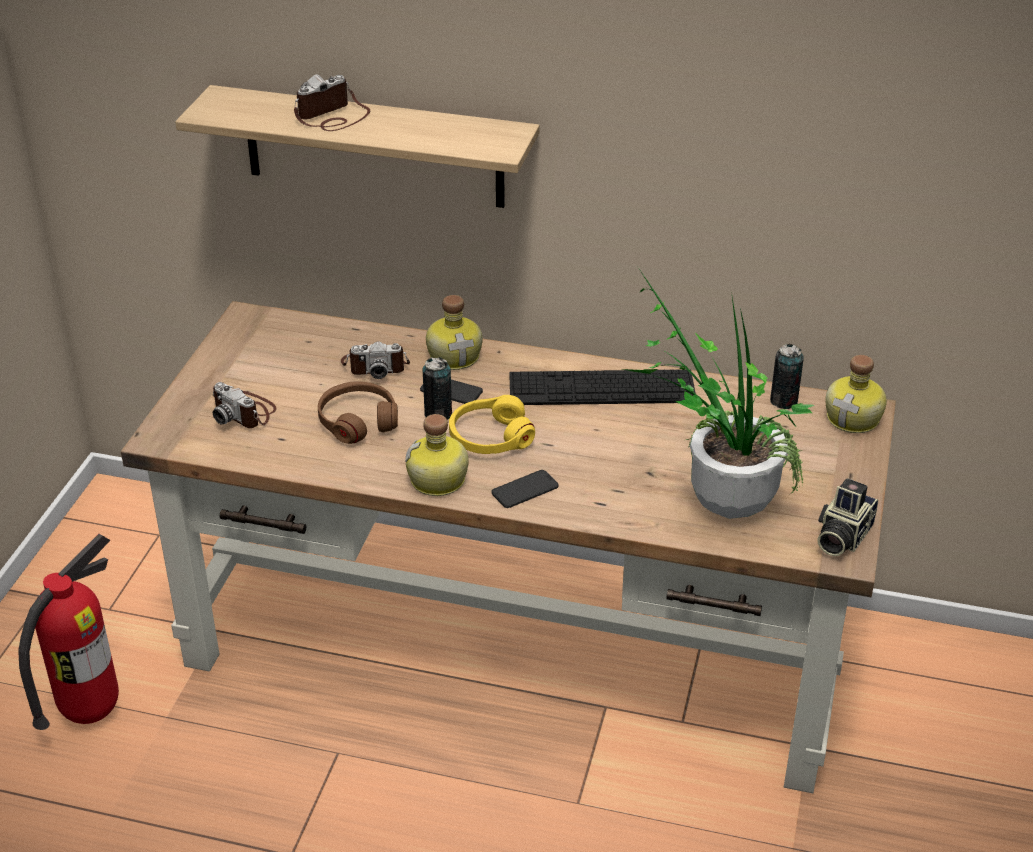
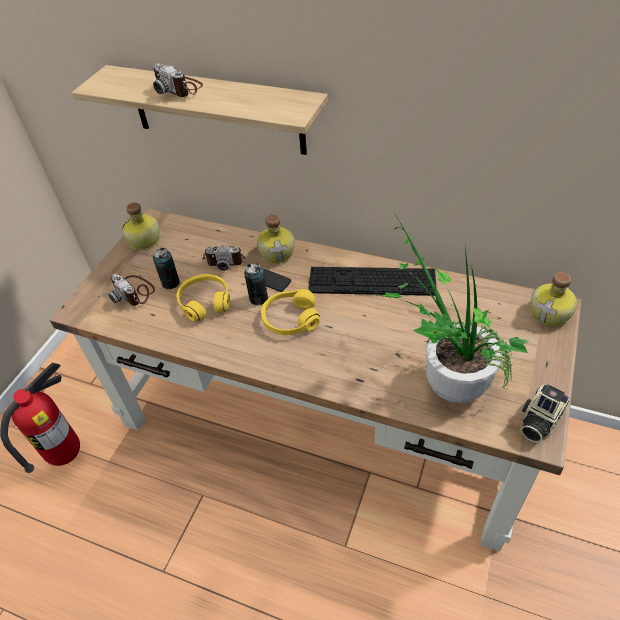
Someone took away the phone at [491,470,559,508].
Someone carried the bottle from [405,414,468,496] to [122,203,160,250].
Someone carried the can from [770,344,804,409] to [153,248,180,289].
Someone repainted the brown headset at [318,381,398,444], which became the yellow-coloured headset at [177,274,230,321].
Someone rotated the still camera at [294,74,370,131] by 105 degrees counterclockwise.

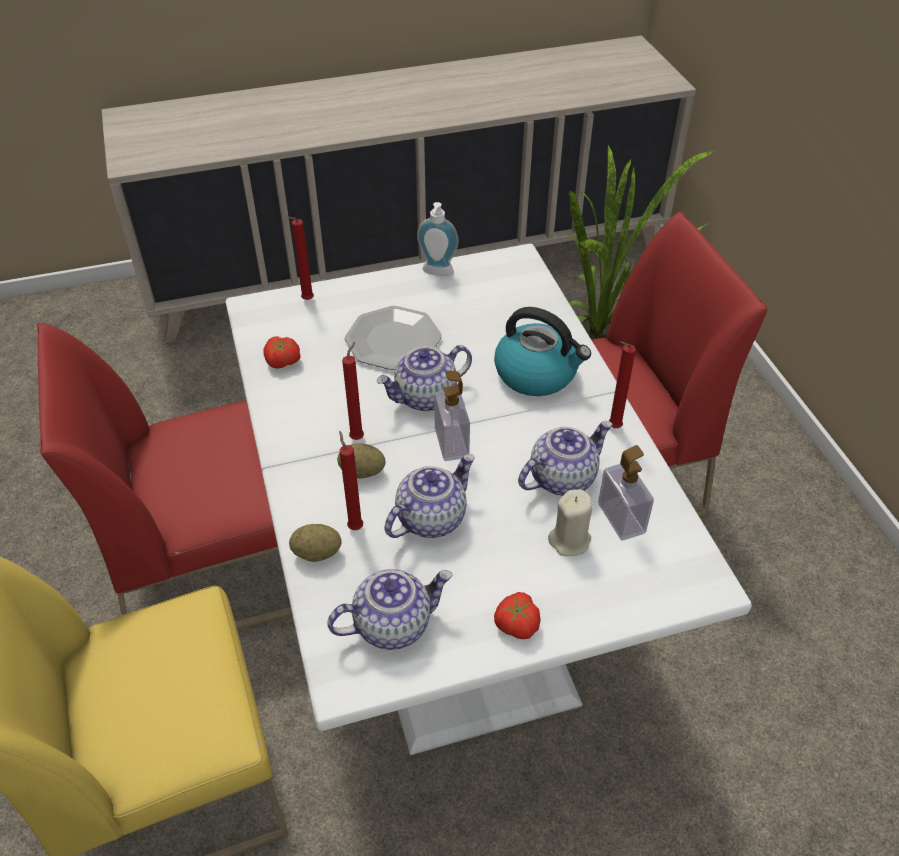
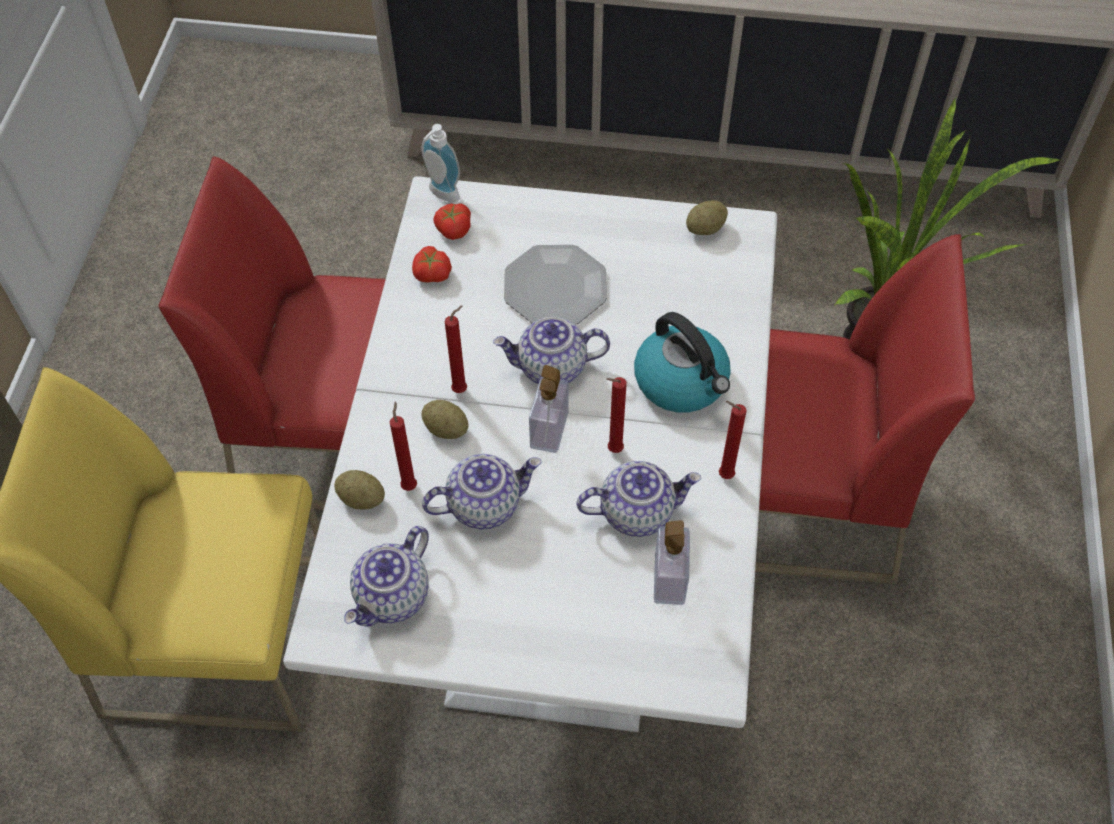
Someone took away the beige wax light at [548,489,593,556].
Someone put down the whole potato at [686,200,728,235].
Someone carried the reddish wax light from [287,217,314,300] to [606,377,627,453].
Someone carried the soap dispenser from [417,202,459,276] to [422,124,460,202].
Someone carried the tomato from [494,592,541,639] to [433,203,471,240].
Someone rotated the teapot at [327,569,453,650] by 120 degrees clockwise.

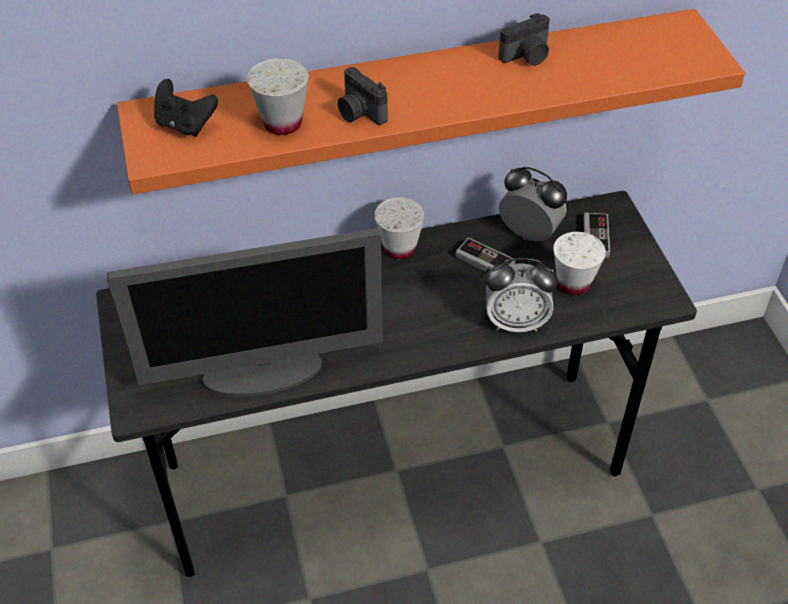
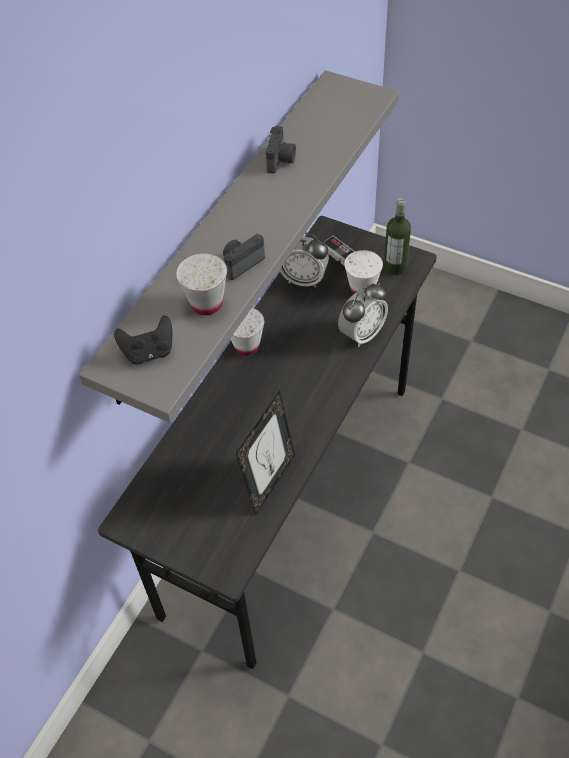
Someone took away the gamepad at [456,237,515,277].
Someone put down the bottle at [384,198,411,275].
Someone swapped the computer screen at [107,228,383,397] for the standing frame at [236,391,295,515].
Someone repainted the orange shelf at [117,9,745,195], which became the grey shelf at [79,70,399,423].
Someone rotated the still camera at [338,67,388,125] by 135 degrees clockwise.
Someone rotated the alarm clock at [499,167,567,242] by 150 degrees counterclockwise.

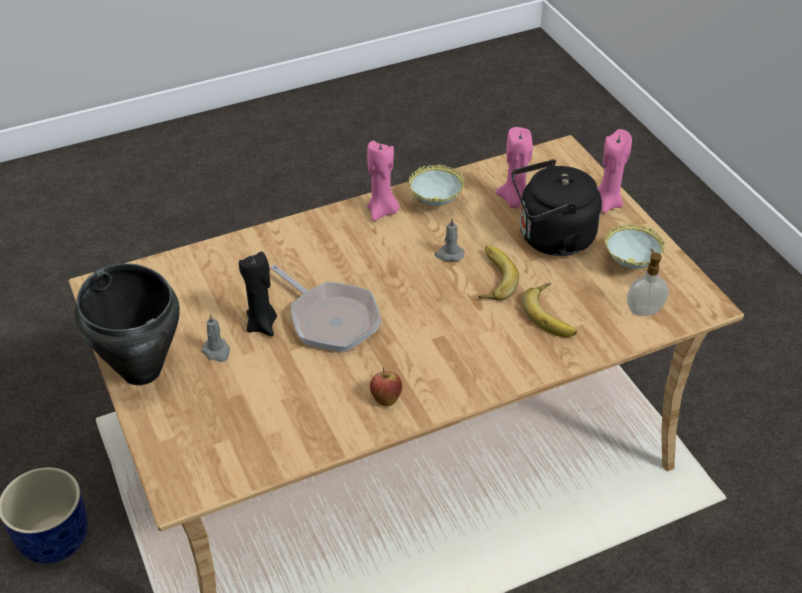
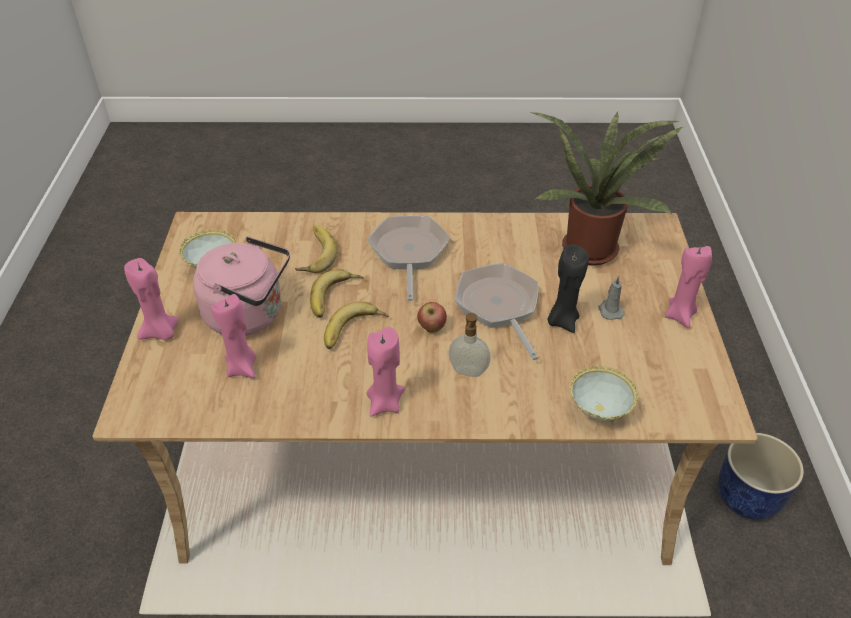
Someone put down the skillet at [367,216,450,301].
Someone put down the houseplant at [531,112,683,266].
Someone carried the apple from [370,367,402,407] to [417,302,447,333].
Someone carried the serving bowl from [409,164,465,206] to [570,365,639,421].
Someone carried the soap dispenser from [627,249,669,316] to [448,313,490,377].
Someone swapped the blackish stockpot at [75,263,180,385] for the pink-coloured wax light at [665,246,712,328].
Someone swapped the grey wax light at [435,218,464,261] for the banana at [324,301,389,349].
Someone repainted the blackish tea kettle at [512,159,602,256], which became the pink-coloured tea kettle at [193,236,290,336].

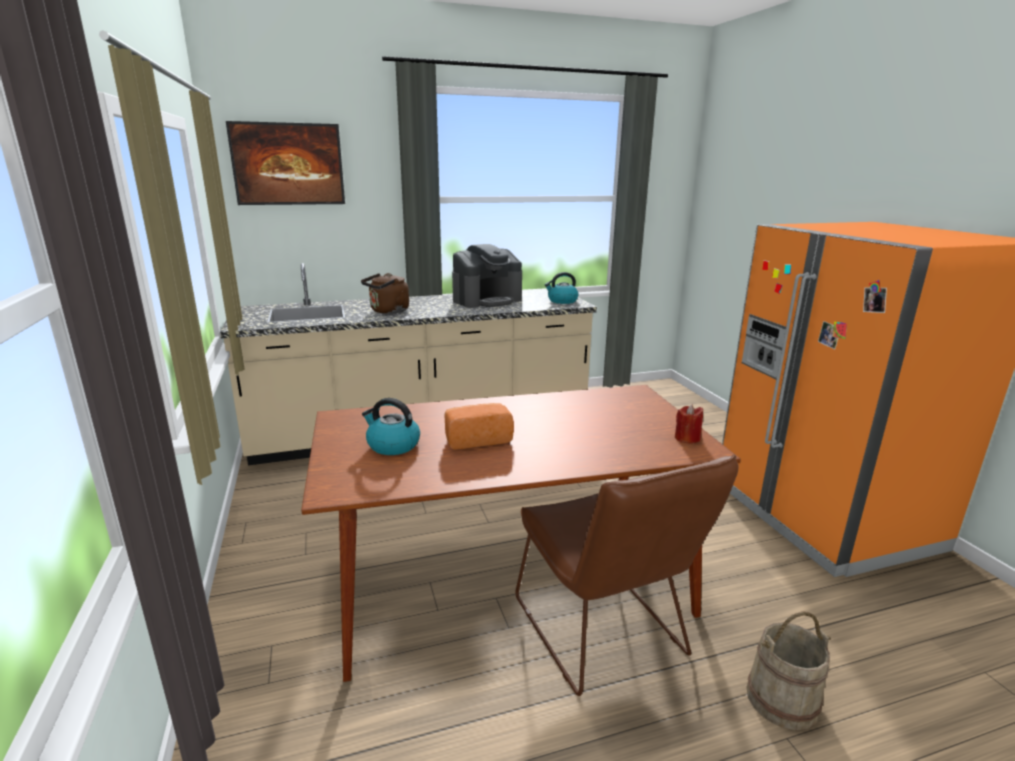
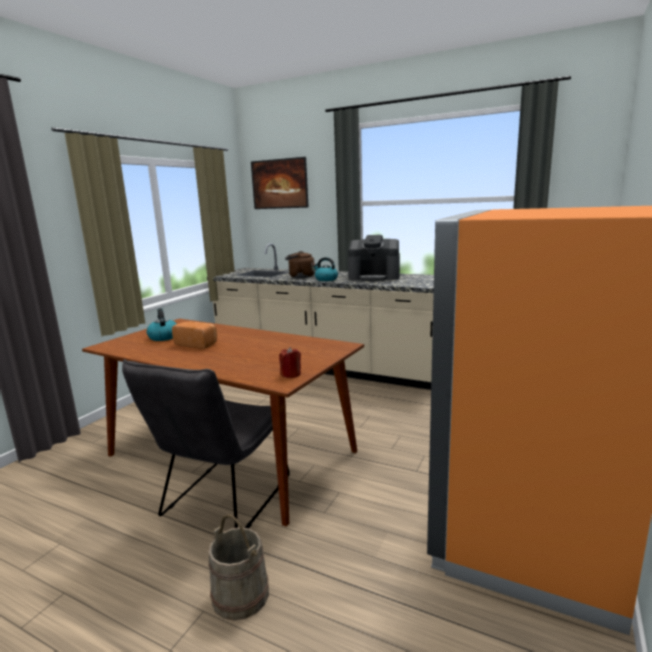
Someone carried the tea kettle from [544,272,579,304] to [313,257,338,281].
Someone repainted the brown upright chair at [515,454,738,696], which became the grey upright chair at [122,359,290,528].

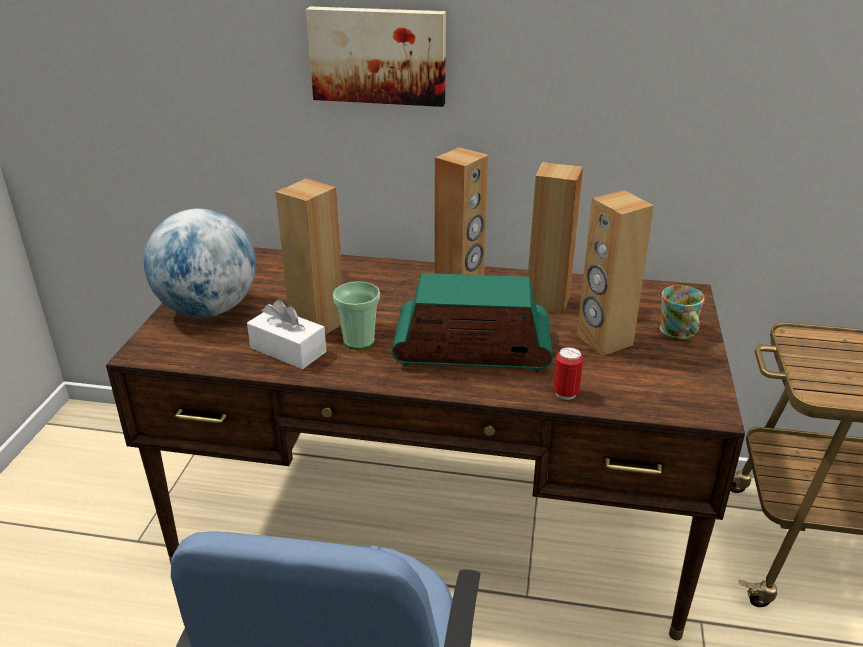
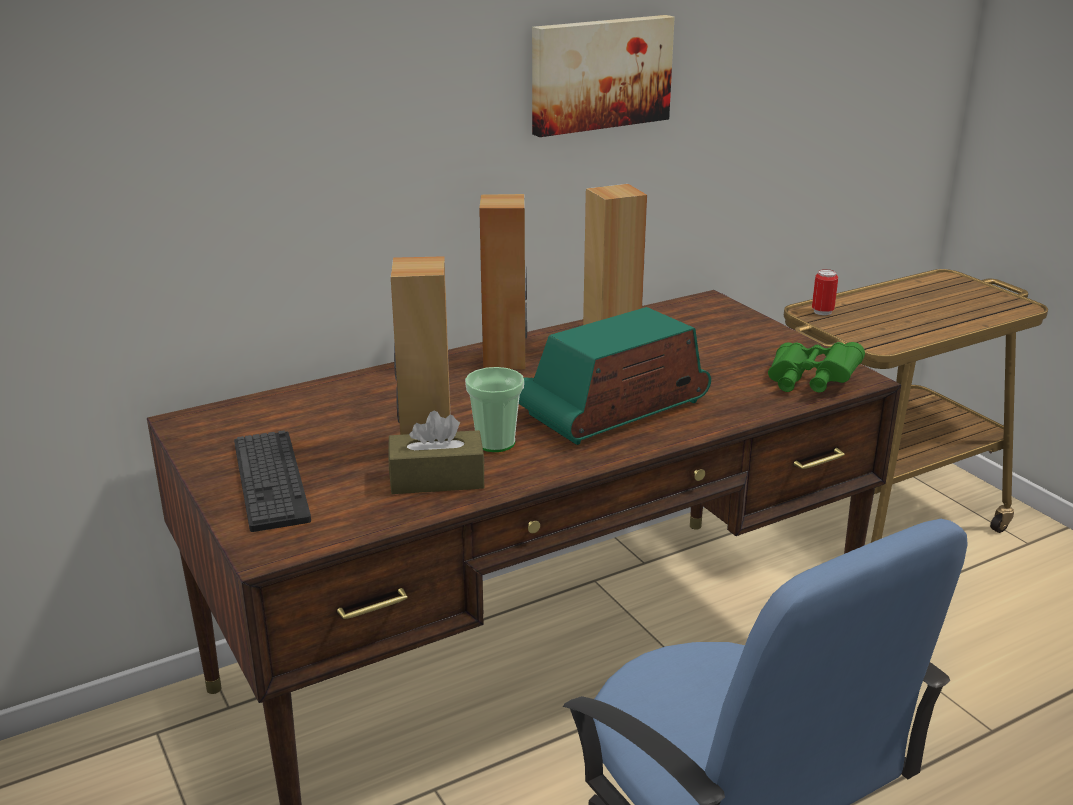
Someone took away the brown audio speaker at [577,190,654,356].
Someone took away the tea mug at [660,285,705,340].
Someone put down the green-coloured binoculars at [768,342,865,393].
Someone carried the wall picture from [306,6,446,107] to [532,15,675,137].
Someone carried the can from [553,347,583,400] to [812,269,838,315].
Someone swapped the globe at [144,208,256,317] for the PC keyboard at [234,430,311,532].
Someone repainted the white box of tissues at [247,299,327,369], which became the brown box of tissues at [388,411,485,494].

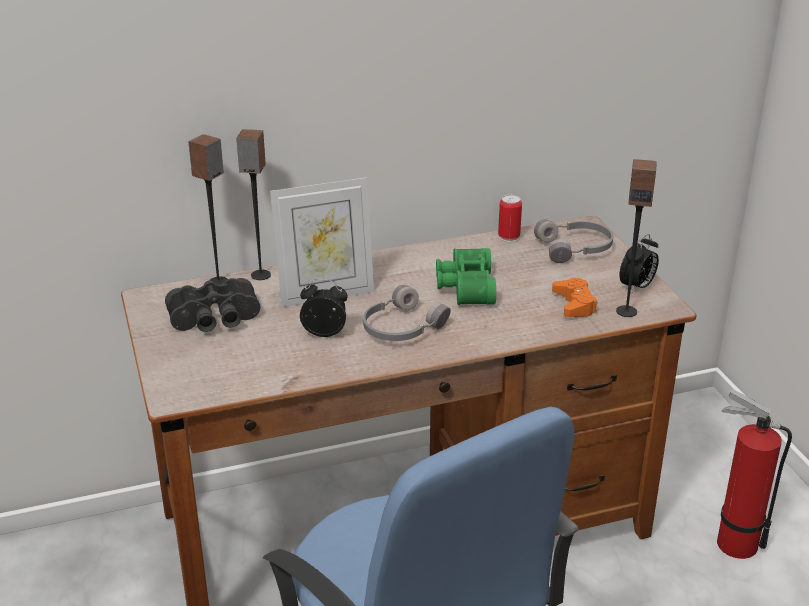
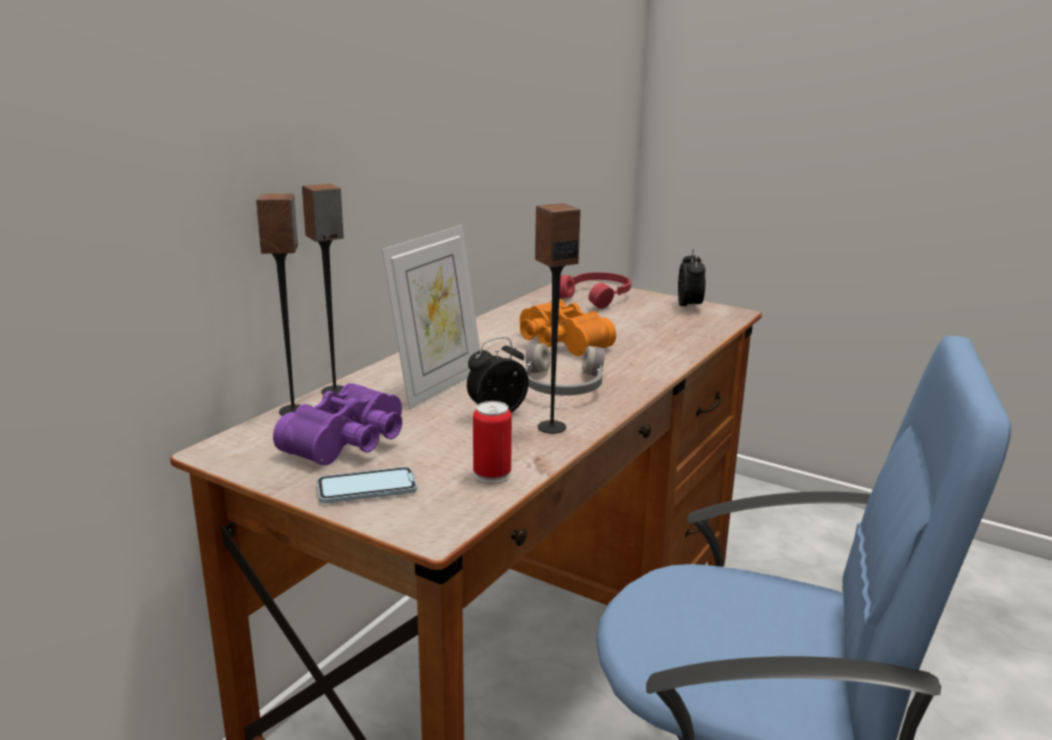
Someone took away the orange gamepad at [552,278,597,317].
Someone took away the fire extinguisher at [717,389,792,559].
Someone put down the phone at [317,467,417,503].
Someone carried the can from [498,195,522,242] to [473,401,512,483].
Someone carried the audio speaker from [616,159,657,317] to [535,203,580,434].
Someone repainted the blackish binoculars at [165,278,260,332], which became the purplish binoculars at [273,383,402,466].
Someone repainted the green-coloured binoculars at [436,248,496,305], which became the orange binoculars at [520,299,616,356].
Someone repainted the grey headset at [534,219,613,263], which became the reddish headset at [559,272,631,309].

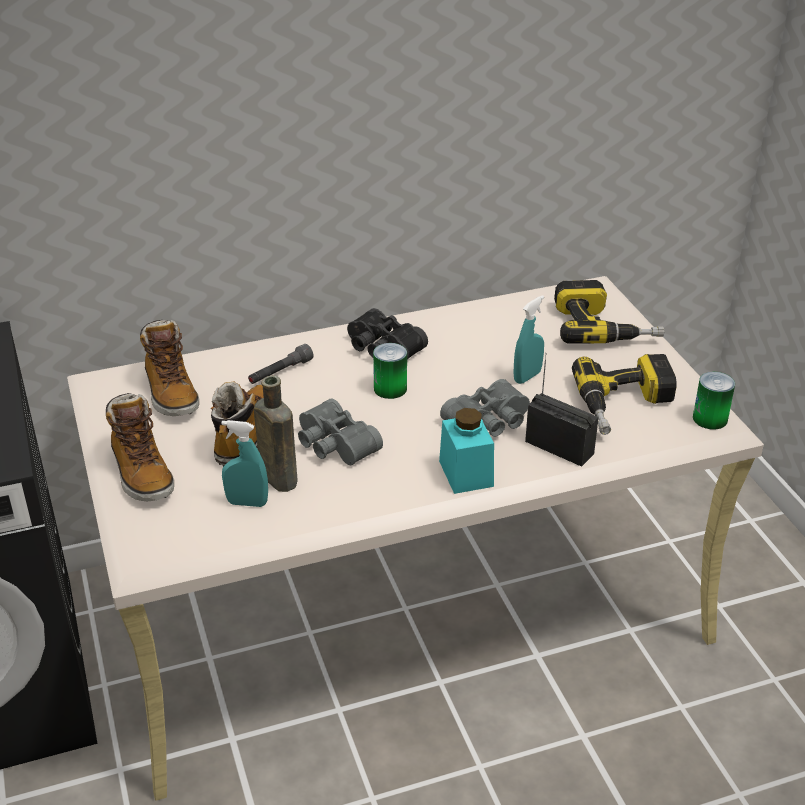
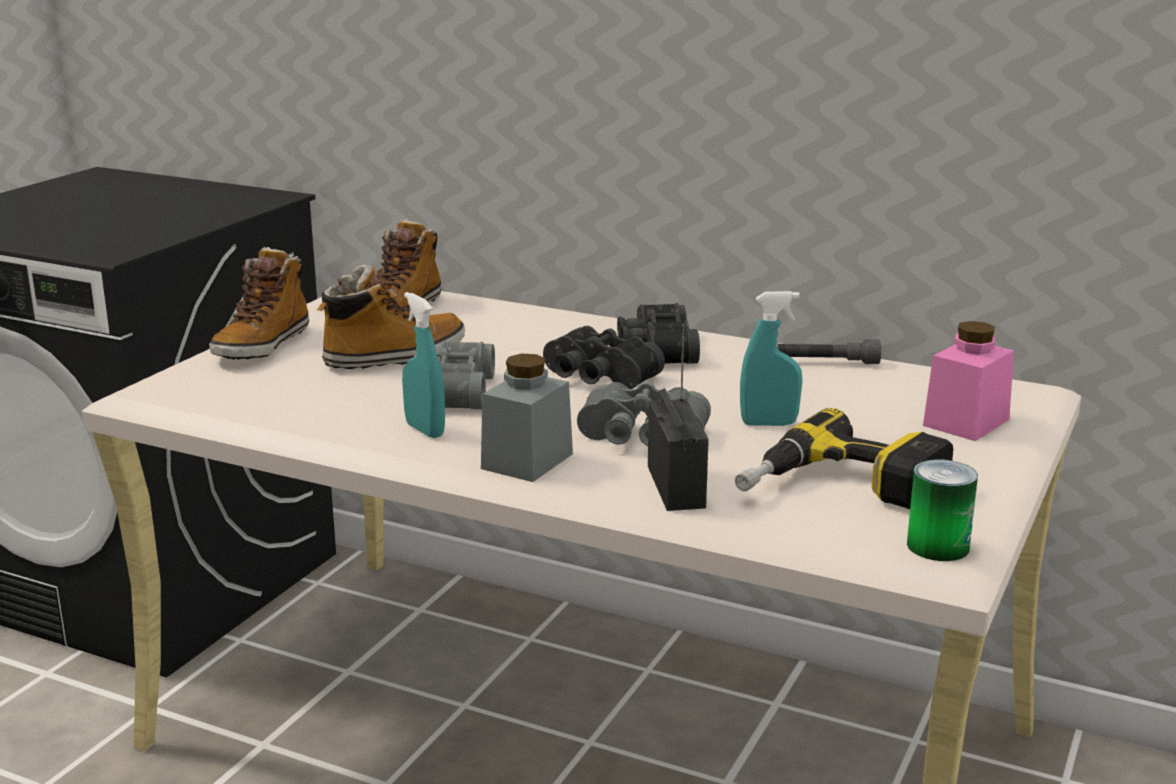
Someone took away the brown bottle at [254,376,298,492].
Someone carried the blue-green spray bottle from [221,420,268,507] to [402,292,445,438].
Someone carried the grey torch from [248,344,313,384] to [777,339,881,364].
Someone swapped the can at [373,343,407,399] for the blackish binoculars at [543,326,665,389].
Someone swapped the electric drill at [554,280,664,344] for the pink-coloured storage jar at [923,321,1014,441].
Someone repainted the blue-green storage jar at [439,408,494,494], which became the grey storage jar at [481,354,573,482].

